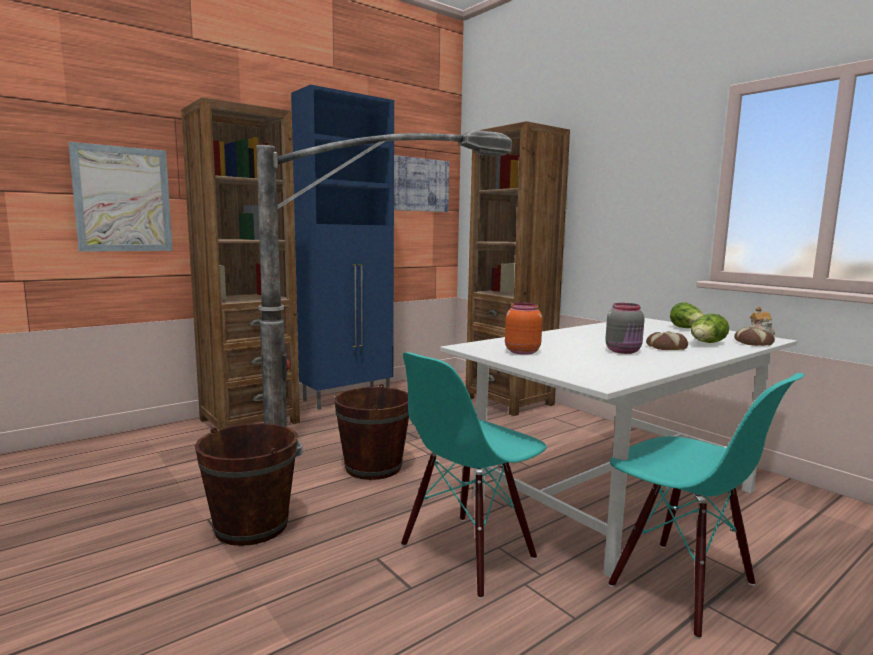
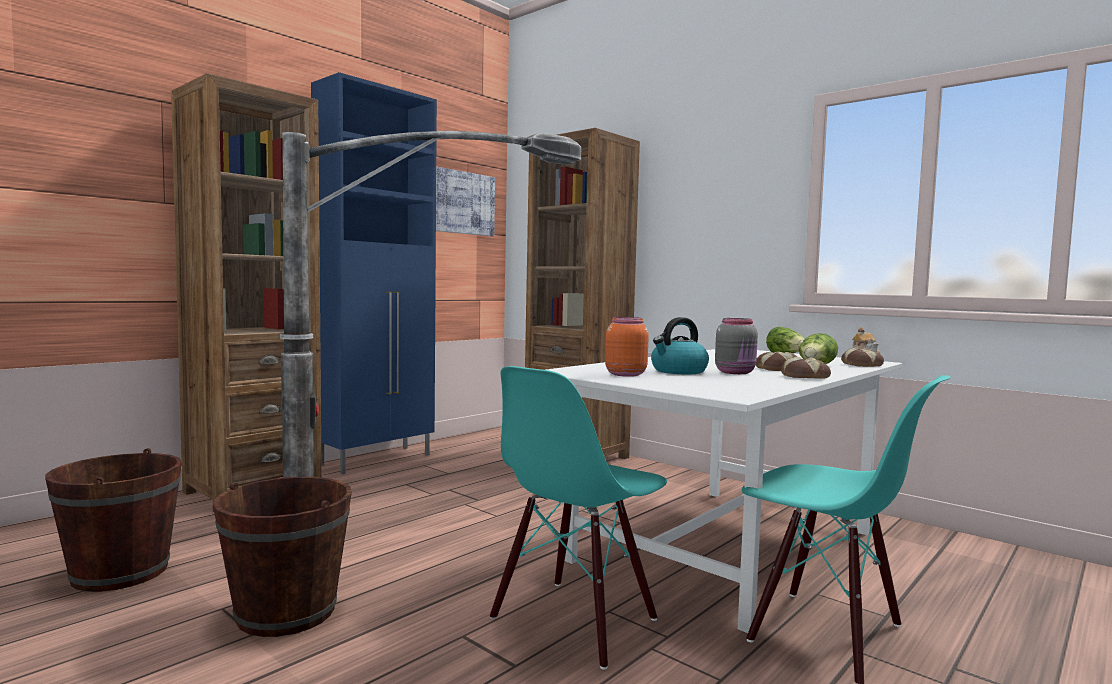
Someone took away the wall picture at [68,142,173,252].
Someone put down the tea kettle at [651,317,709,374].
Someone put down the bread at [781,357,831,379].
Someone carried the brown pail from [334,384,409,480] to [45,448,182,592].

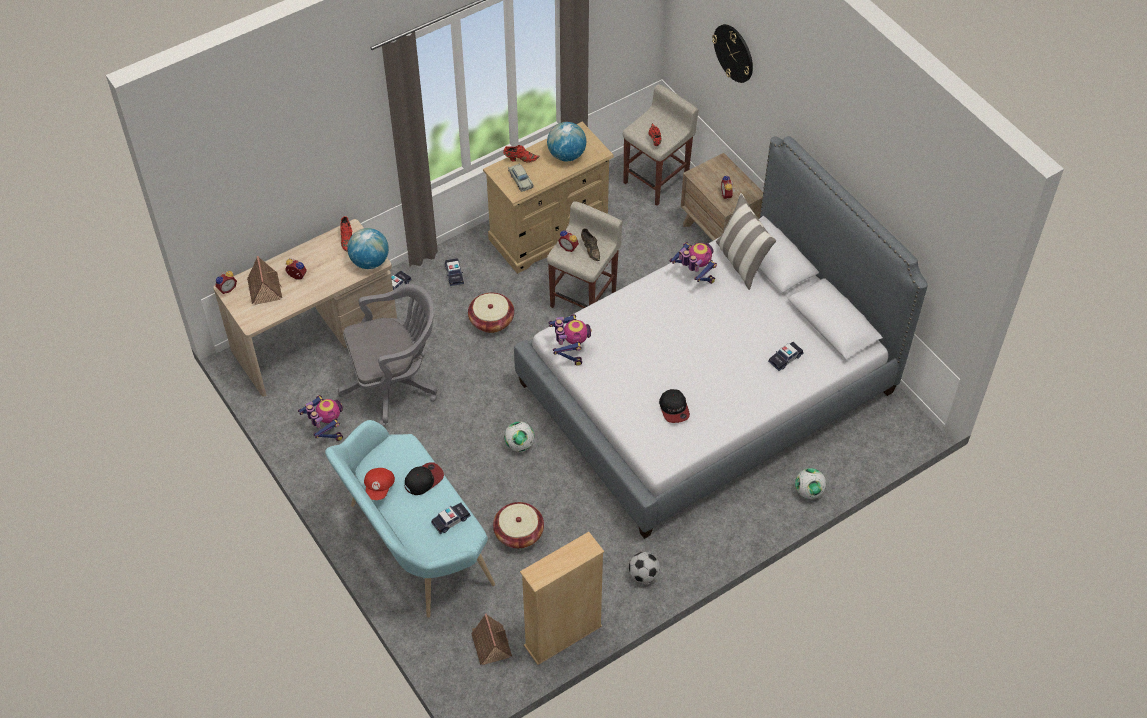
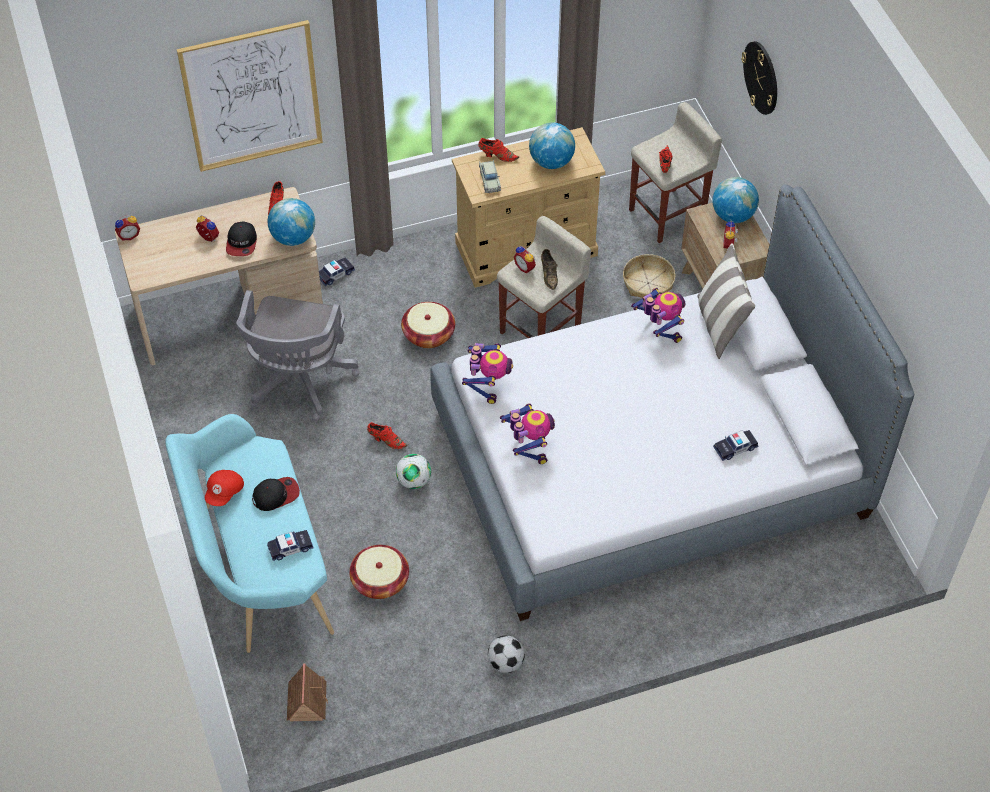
Someone took away the model house at [247,256,282,305].
Someone took away the toy car at [445,258,464,286].
Someone took away the beige bookshelf at [520,532,604,665].
Someone took away the football ball at [795,468,826,499].
Someone put up the wall picture at [177,20,323,172].
Someone put down the reddish item of footwear at [367,422,408,449].
Someone put down the storage basket at [623,254,675,300].
Someone put down the globe at [712,177,759,223].
Someone carried the robot figure from [298,395,343,441] to [500,403,555,464].
Someone carried the peaked cap from [659,389,690,423] to [226,222,257,256].
Someone rotated the grey computer chair at [338,284,437,427] by 105 degrees clockwise.

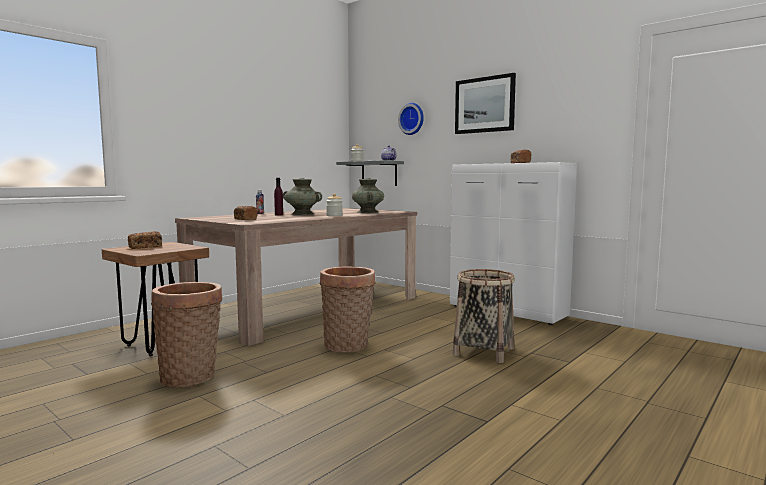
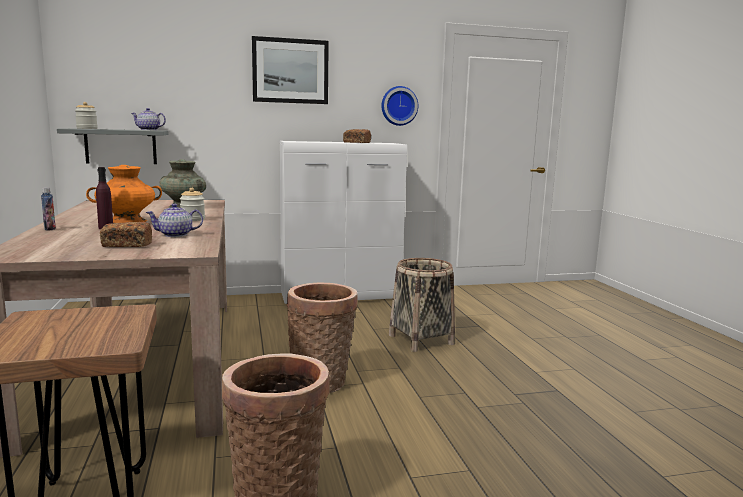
Someone took away the bread at [128,231,162,249].
Someone put down the teapot at [146,204,203,237].
Someone carried the wall clock from [398,103,424,135] to [381,86,418,126].
Someone repainted the blue-green decorative vase at [283,178,322,215], which became the orange decorative vase at [86,165,162,223].

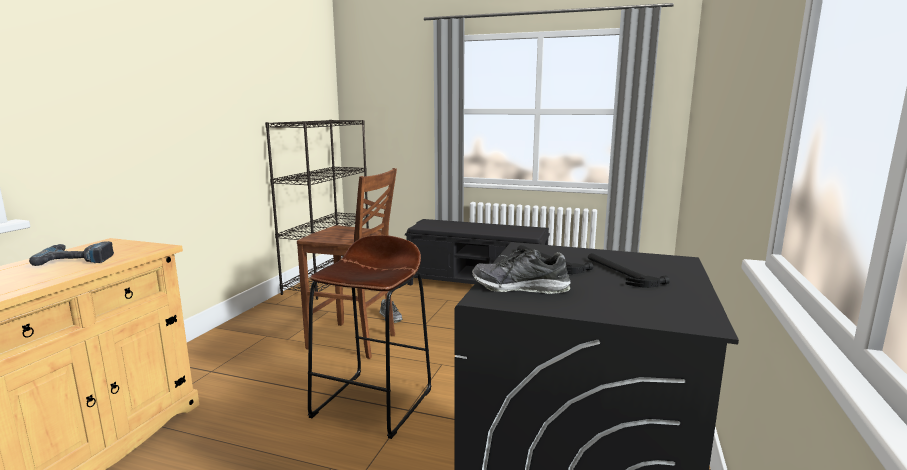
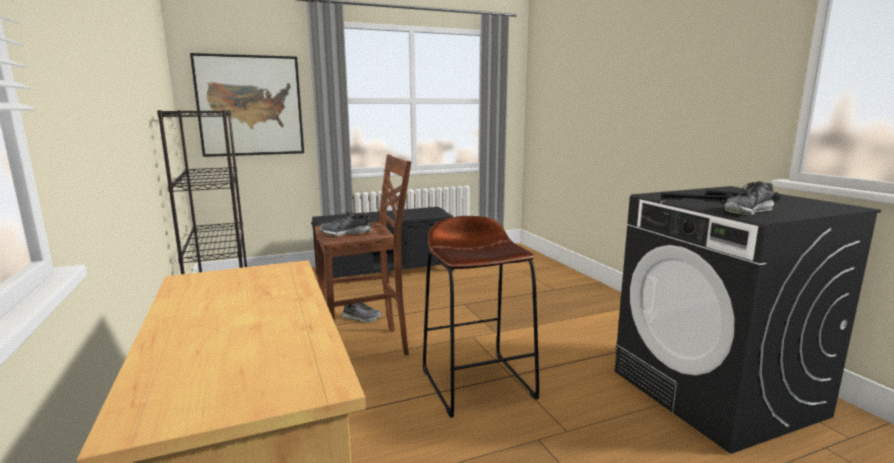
Someone took away the electric drill at [29,241,114,266].
Someone put up the wall picture at [190,53,304,157].
Someone put down the item of footwear at [319,212,372,236].

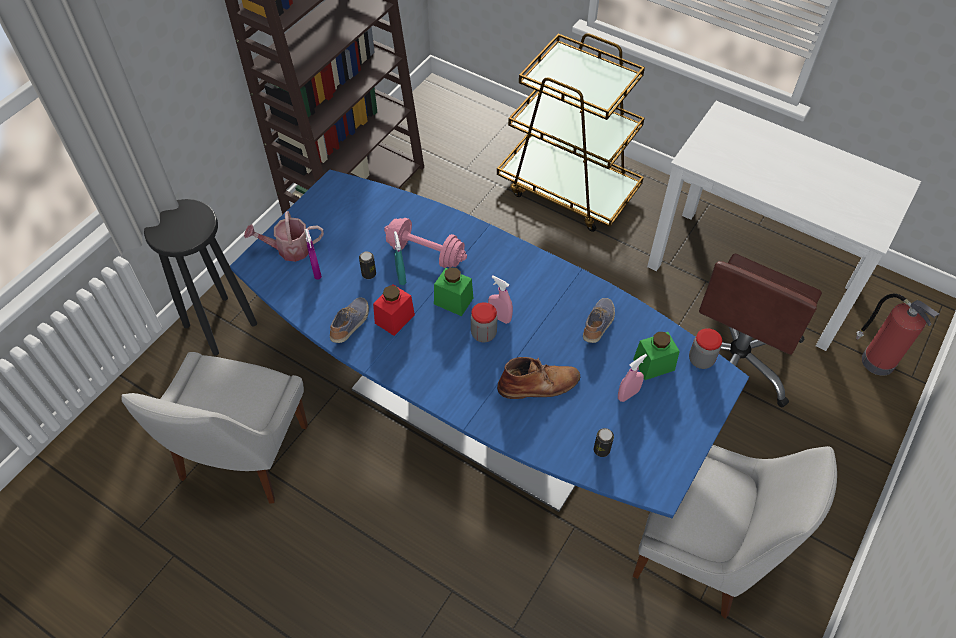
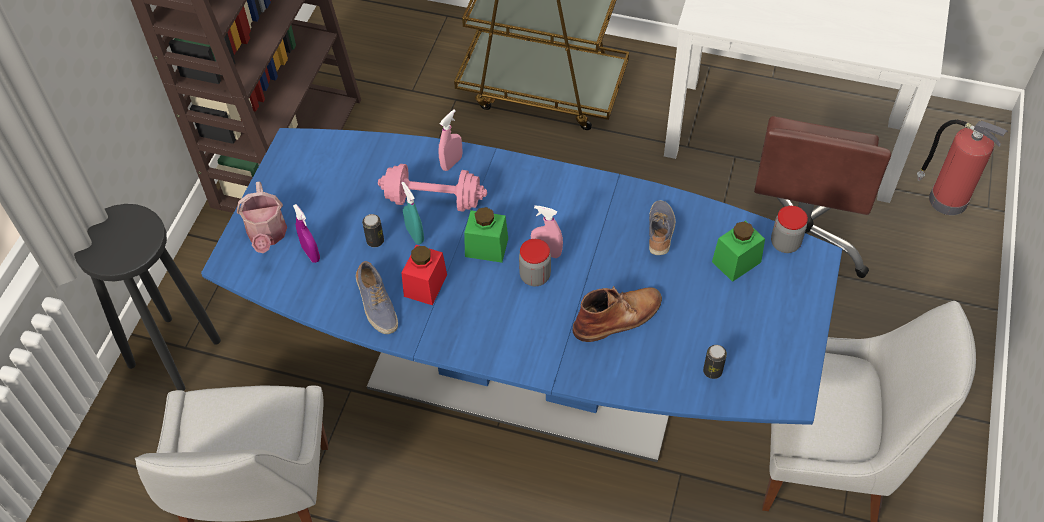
Someone carried the pink-coloured spray bottle from [618,354,647,402] to [438,109,463,171].
Someone rotated the watering can at [244,211,324,262] by 75 degrees counterclockwise.
Someone rotated the item of footwear at [330,298,369,343] by 150 degrees clockwise.

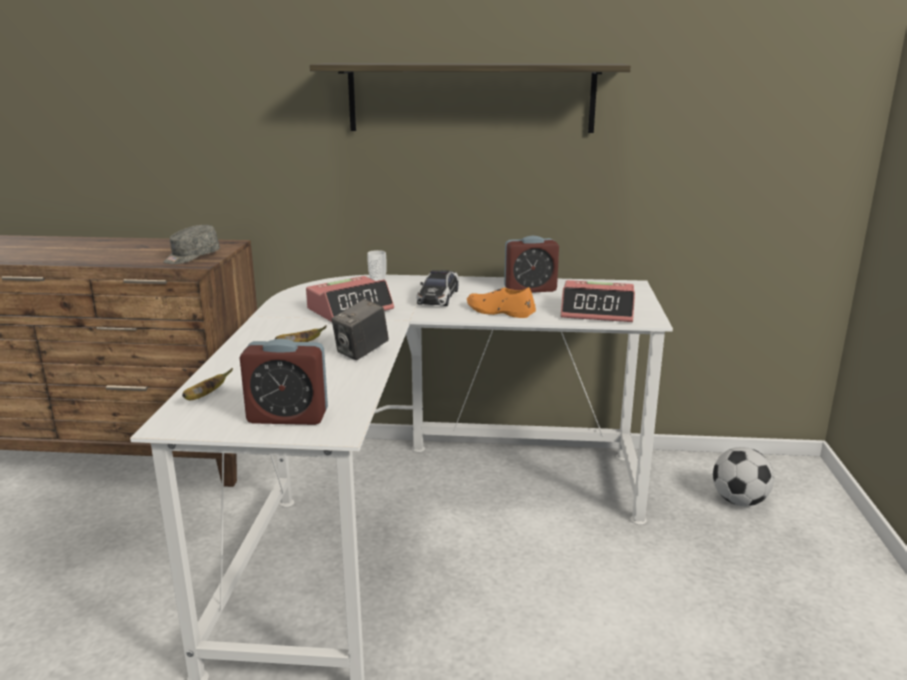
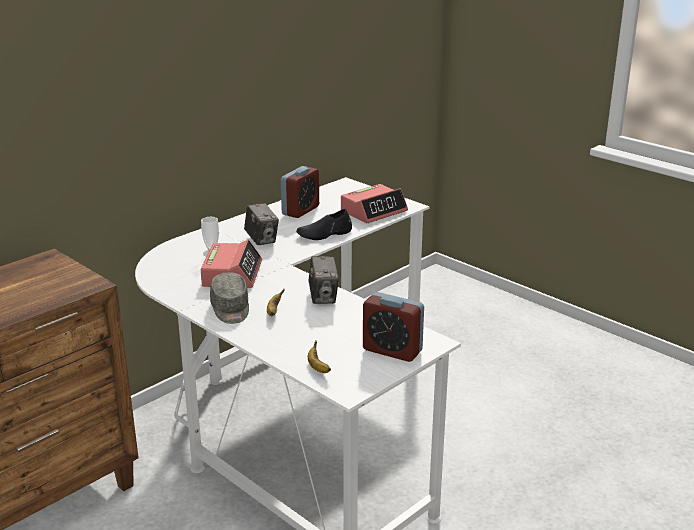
Someone took away the shelf at [310,63,631,133].
Someone took away the football ball at [713,447,774,506].
Someone carried the grey peaked cap from [163,225,220,264] to [210,272,249,324].
Someone swapped the toy car at [417,270,459,306] for the still camera at [244,203,279,245].
Someone repainted the orange item of footwear at [467,287,536,318], which became the blackish item of footwear at [296,209,352,240].
Someone rotated the alarm clock at [240,339,328,425] by 75 degrees clockwise.

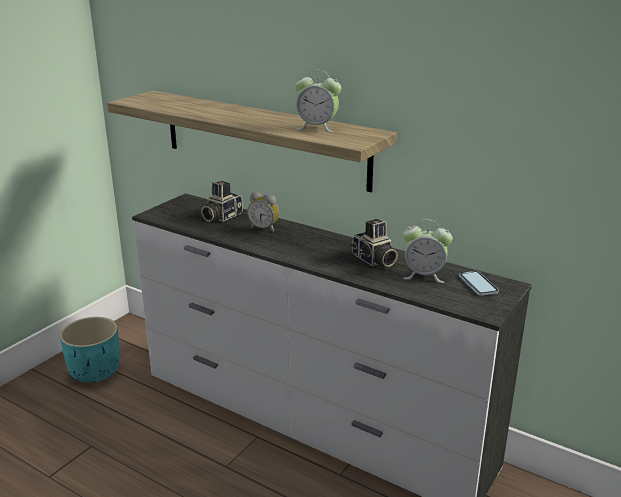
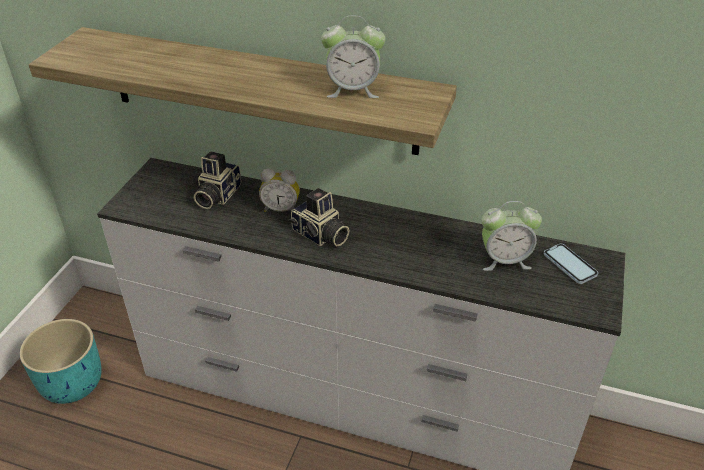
Someone carried the still camera from [350,219,398,267] to [289,188,350,246].

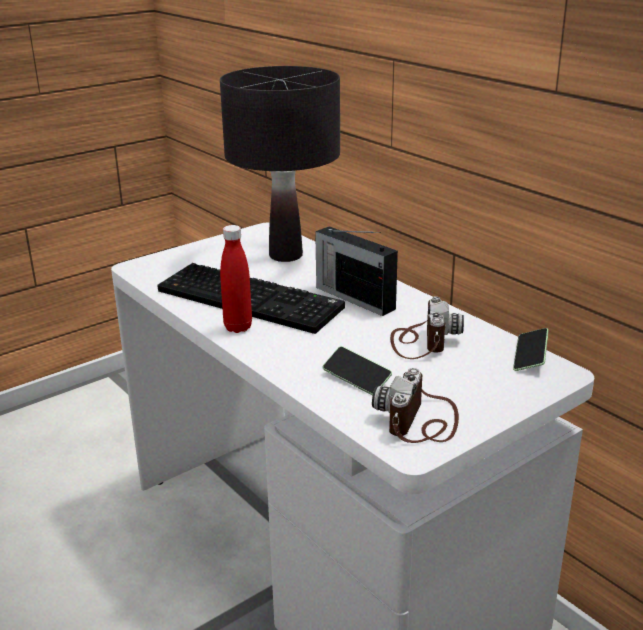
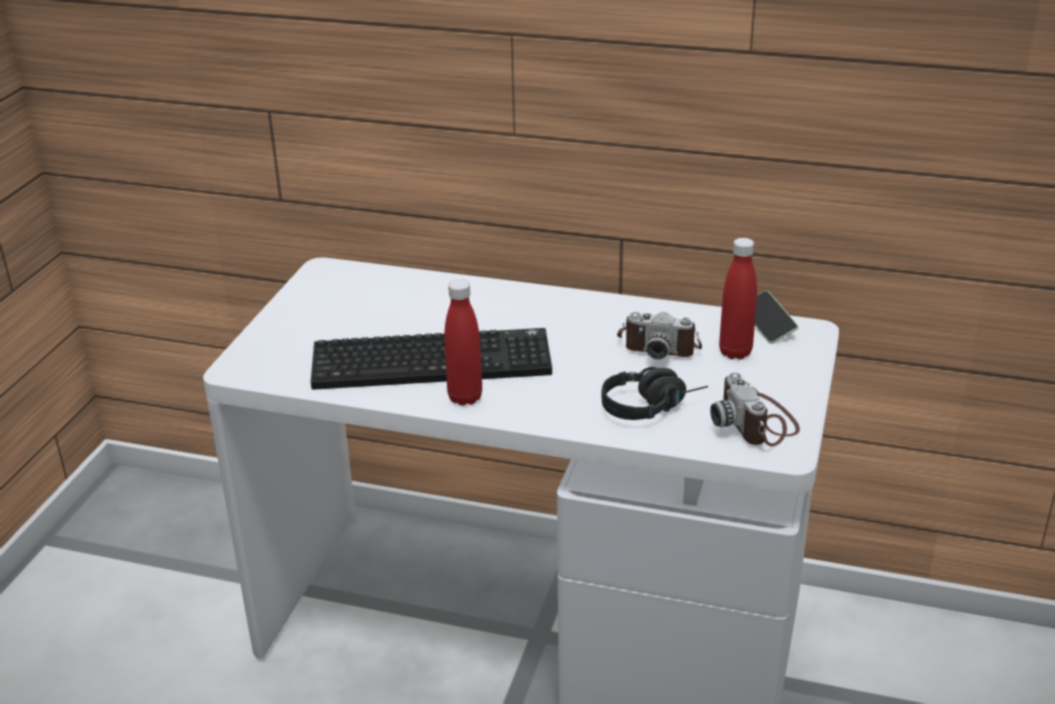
Someone took away the blackish lamp for a table at [220,66,340,262].
Someone took away the radio at [315,226,398,316].
Someone put down the reddish bottle at [719,238,757,359].
Someone swapped the phone at [322,346,392,395] for the blackish headset at [601,367,708,420].
Someone rotated the still camera at [390,296,464,359] by 135 degrees clockwise.

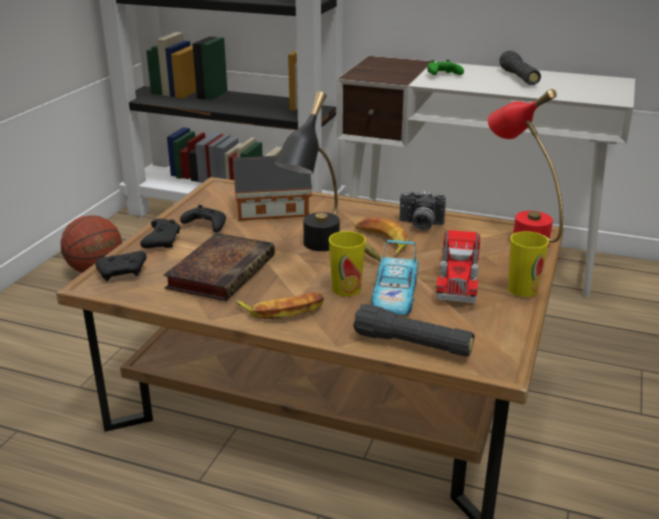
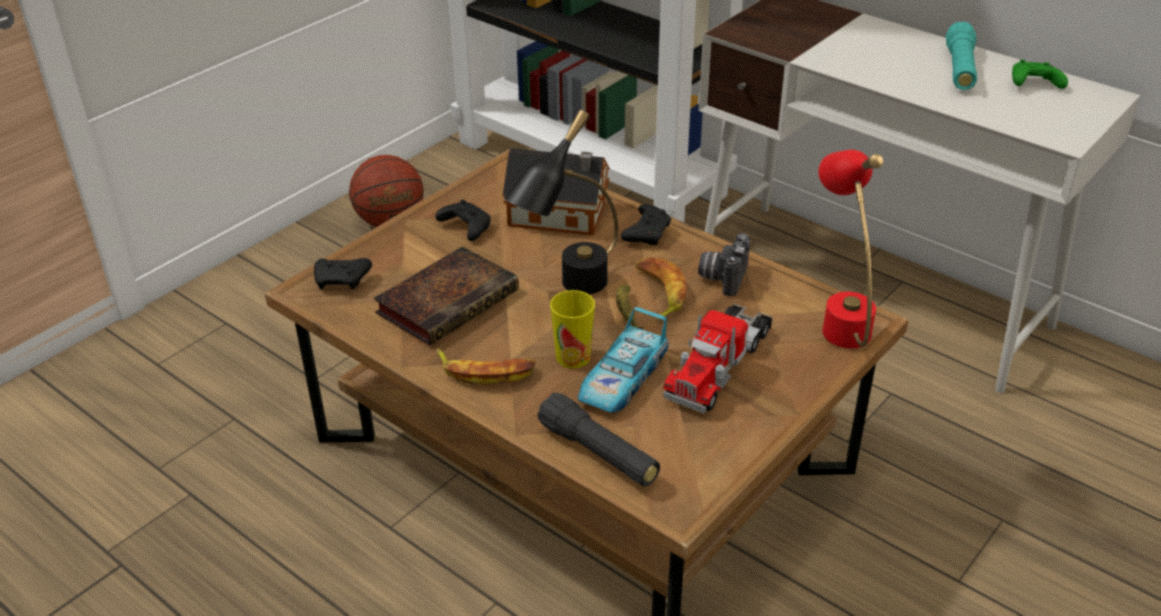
Someone took away the cup at [508,231,549,297].
Someone carried the blackish gamepad from [140,219,180,248] to [621,204,671,245].
Someone carried the green-coloured gamepad from [427,60,464,75] to [1012,59,1068,89].
Someone repainted the blackish torch at [499,50,541,85], which became the blue-green torch at [946,22,977,90].
Someone rotated the still camera at [400,191,446,231] by 75 degrees clockwise.

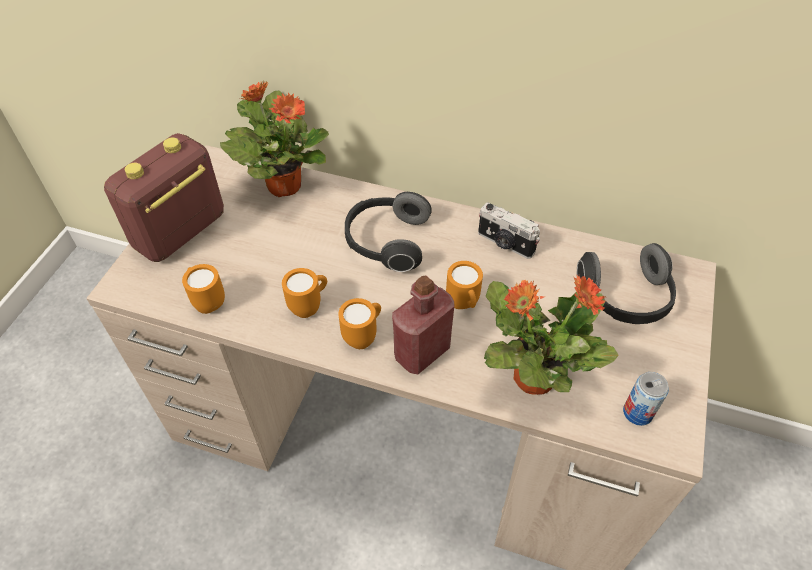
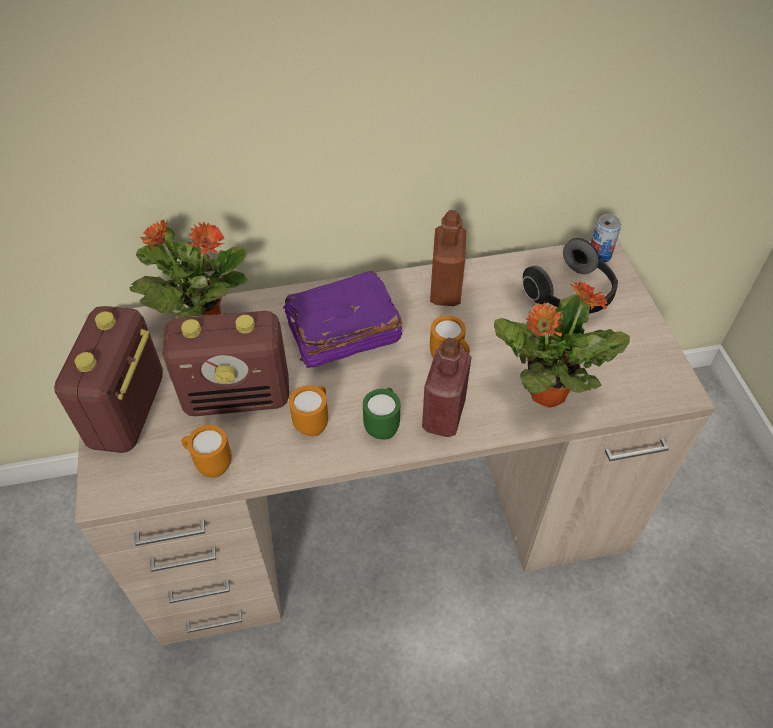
Someone put down the radio at [163,311,289,416].
Someone carried the can from [623,372,669,426] to [591,214,621,263].
Someone swapped the headset at [345,192,432,272] for the purplish bound book at [283,270,402,368].
Someone swapped the still camera at [478,203,540,259] for the brown bottle at [430,210,466,306].
Someone repainted the orange tea mug at [338,298,381,349], which became the green-coloured tea mug at [363,388,400,439].

